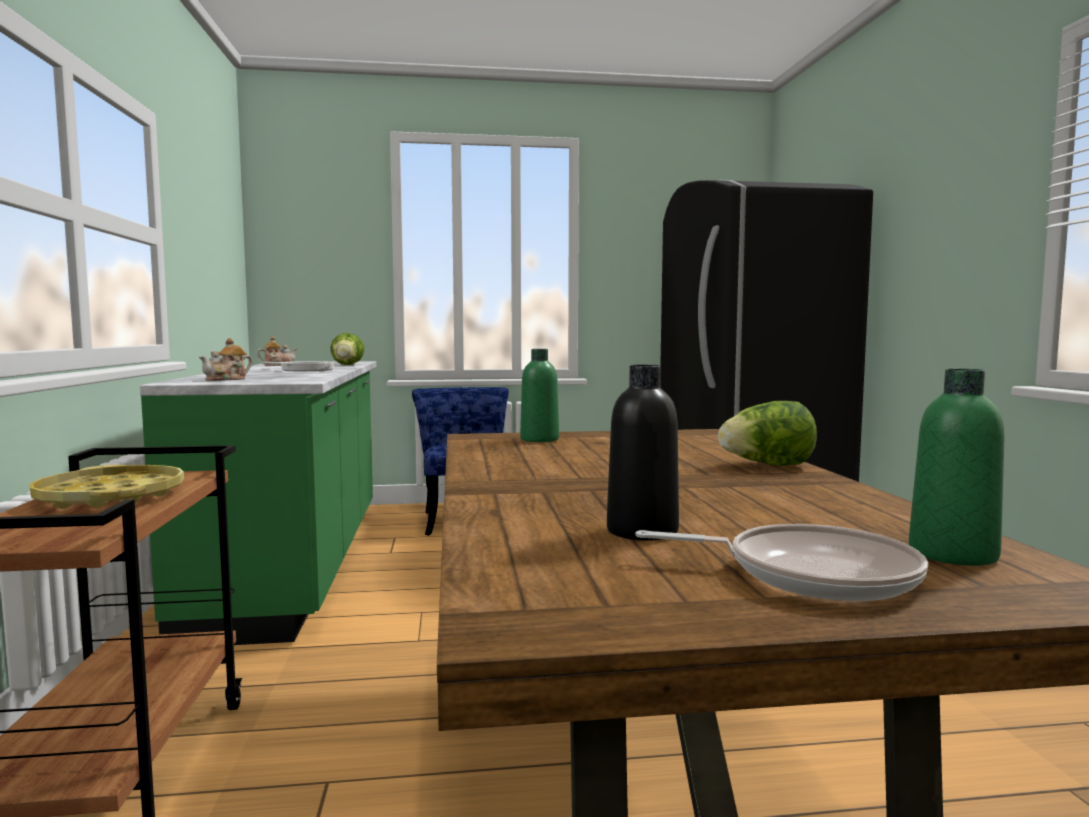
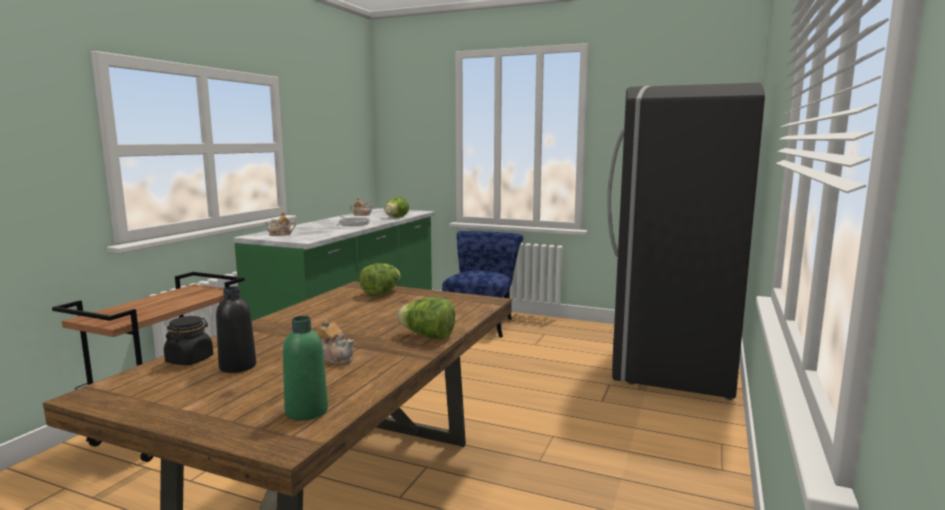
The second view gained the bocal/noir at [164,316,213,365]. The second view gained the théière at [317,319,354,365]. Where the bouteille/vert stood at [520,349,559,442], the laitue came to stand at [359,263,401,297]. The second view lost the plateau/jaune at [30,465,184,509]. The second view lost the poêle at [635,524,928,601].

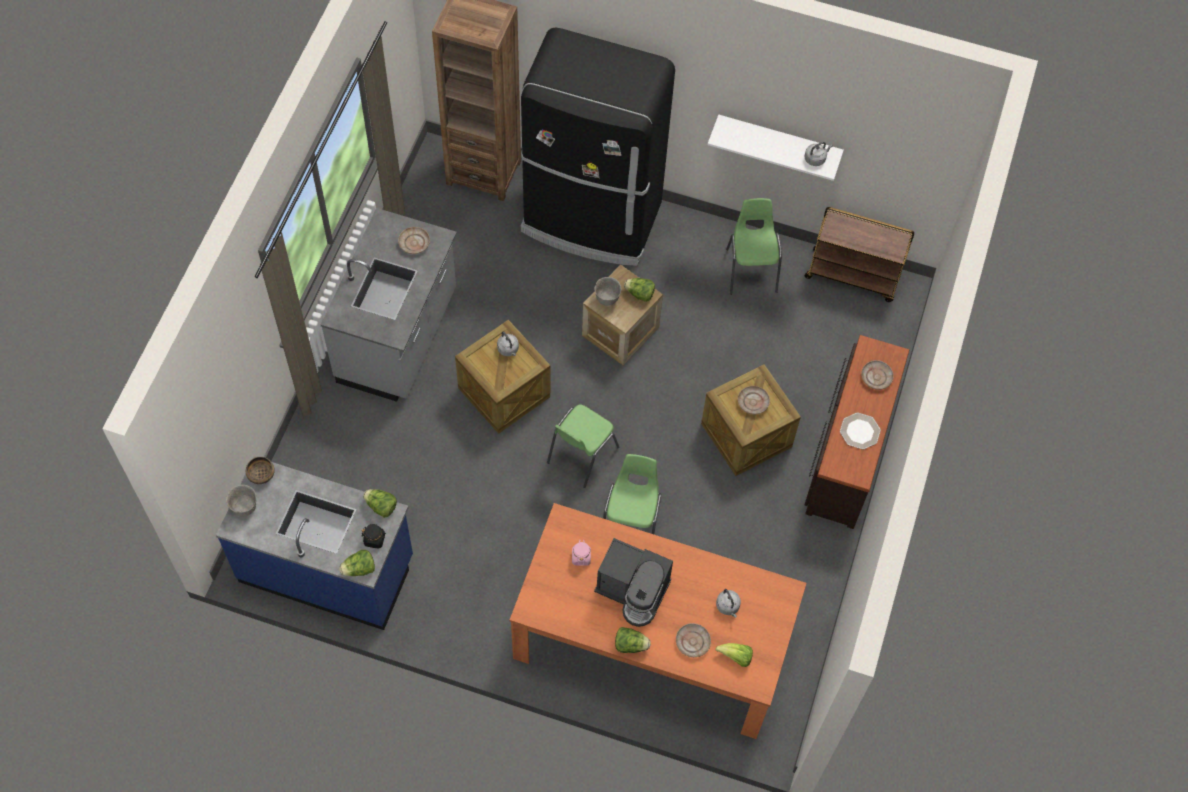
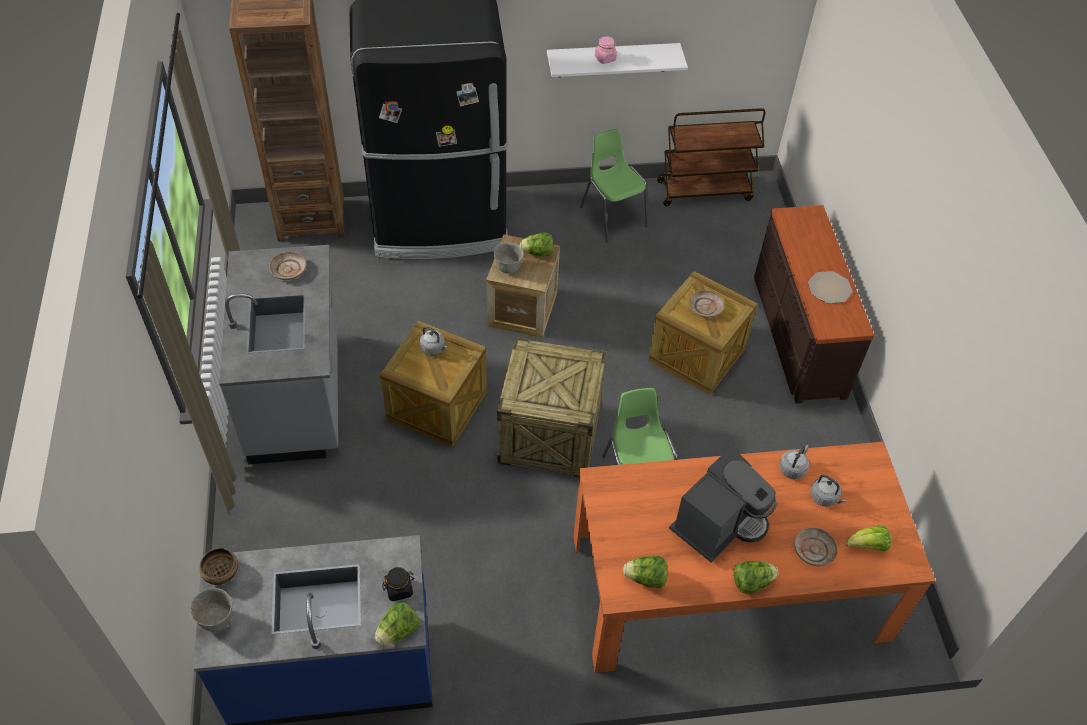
Where the chaise/vert stood at [547,404,620,488], the caisse came to stand at [497,337,607,477]. The bocal/rose ended up elsewhere, having gone from [572,540,591,566] to [595,36,617,64]. The laitue ended up elsewhere, having gone from [363,489,397,518] to [623,556,668,588]. The machine à café at [594,538,673,627] ended up facing another way, 45 degrees counterclockwise from before. The bouilloire/gris ended up elsewhere, having gone from [805,142,833,166] to [779,445,809,479]. The second view lost the assiette/beige at [861,360,894,390].

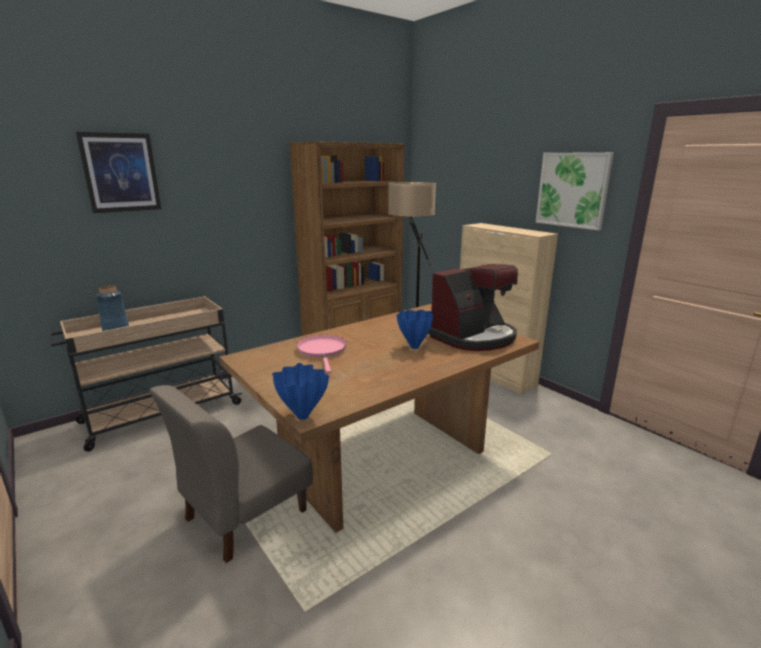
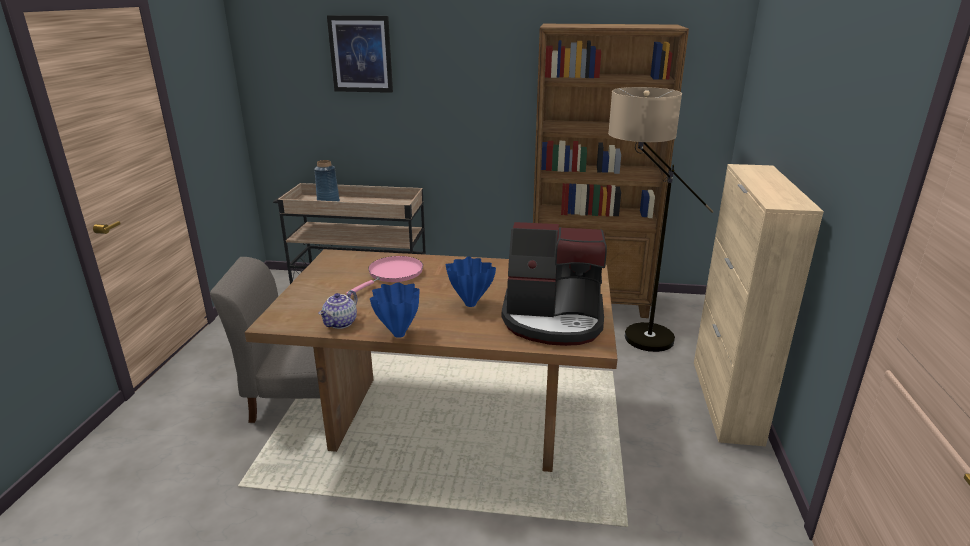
The second view gained the théière at [318,290,357,329]. The vase/bleu ended up elsewhere, having gone from [272,363,329,420] to [370,282,420,338]. The second view lost the tableau at [536,152,614,230].

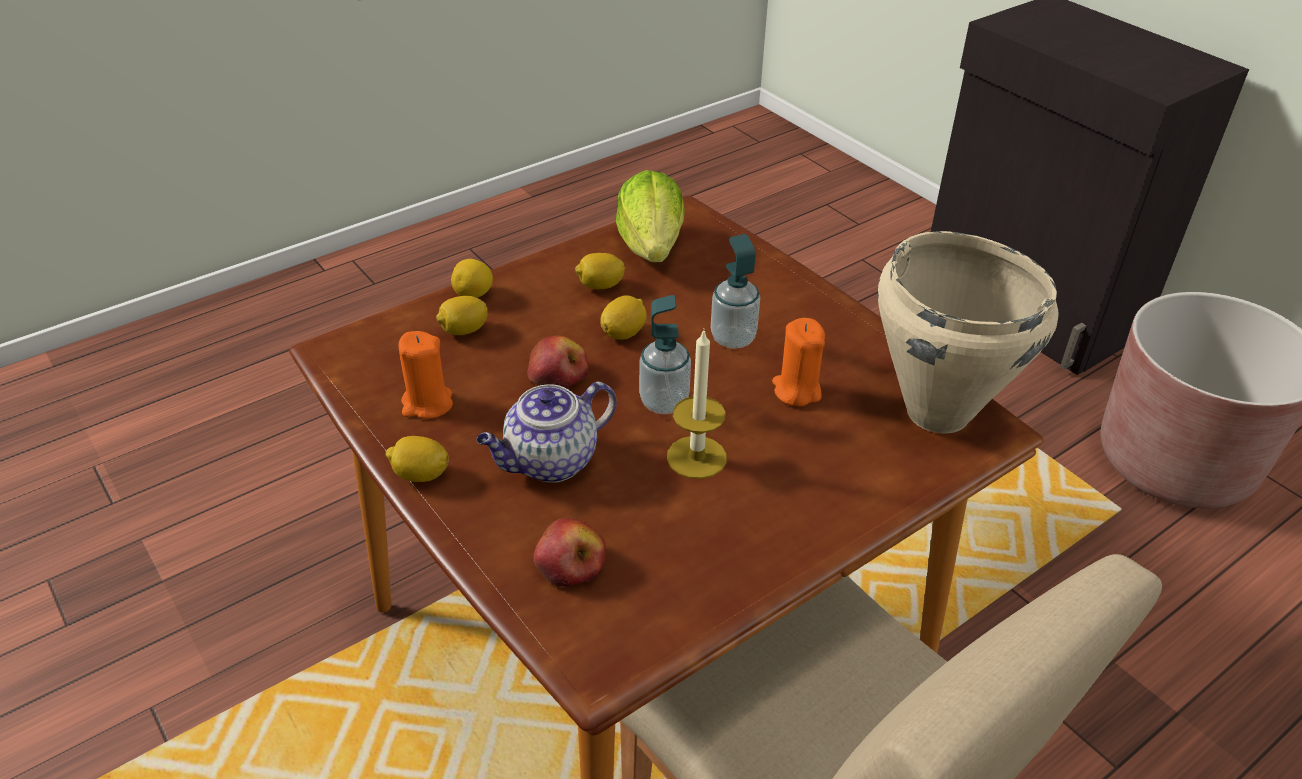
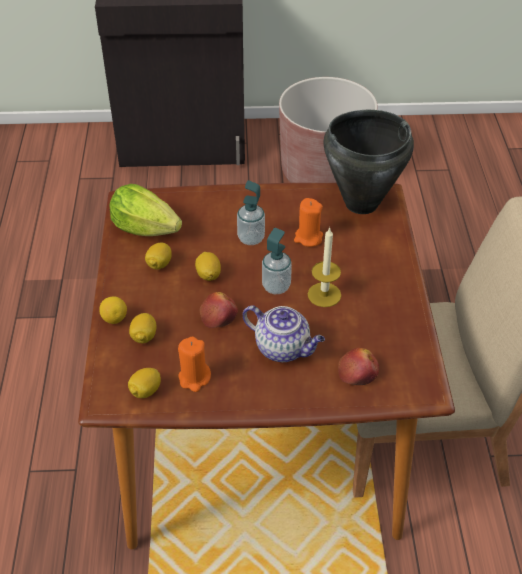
The citron ended up elsewhere, having gone from [385,436,449,482] to [128,368,161,398]. The théière at [476,382,617,483] ended up facing another way, 60 degrees counterclockwise from before. What was the marmite/beige at [878,231,1059,434] turned into the marmite/noir at [324,110,414,214].

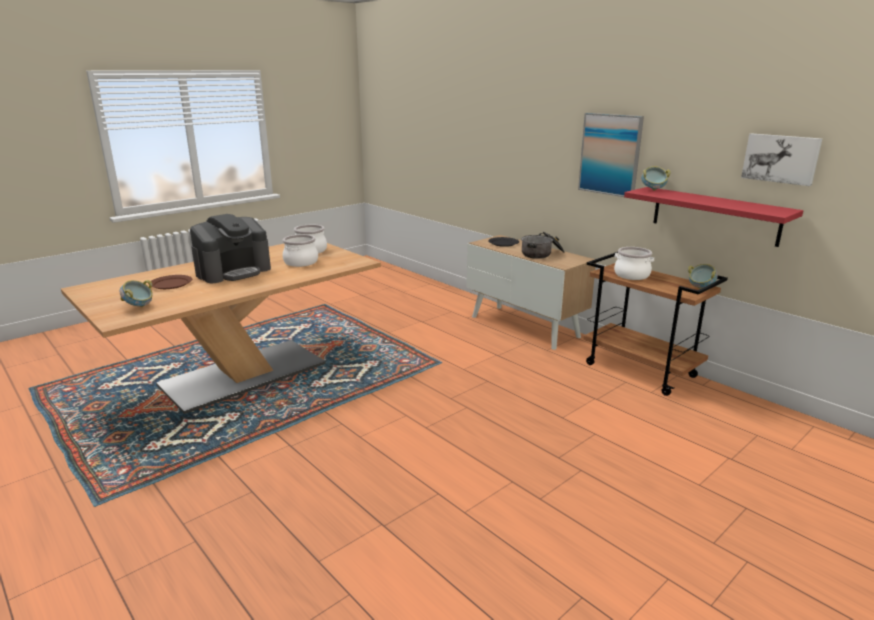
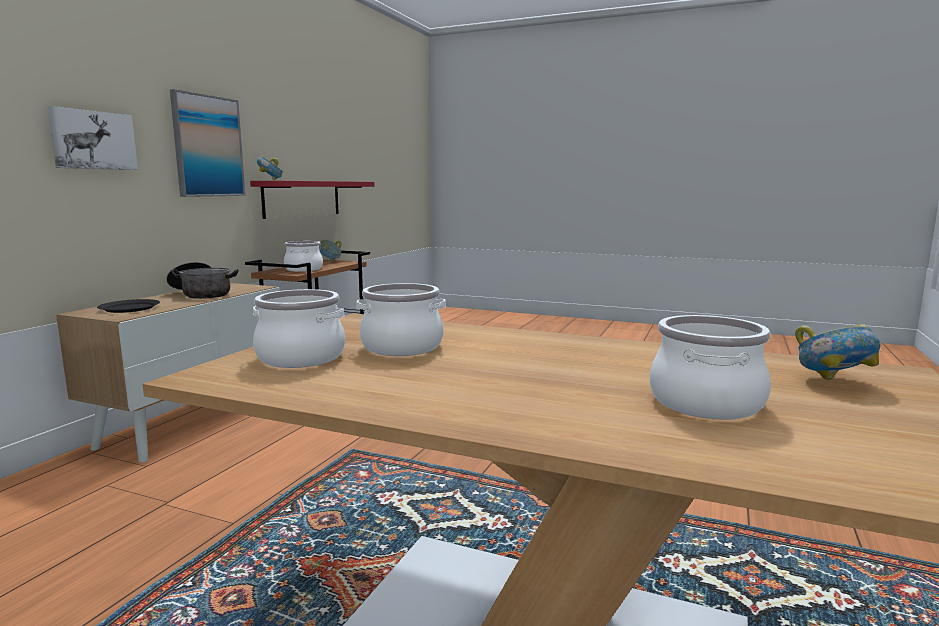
The tableau ended up elsewhere, having gone from [741,134,822,186] to [47,106,138,170]. Where the assiette/marron stood at [151,275,192,289], the marmite came to stand at [650,315,771,420]. The second view lost the machine à café at [190,214,271,283].

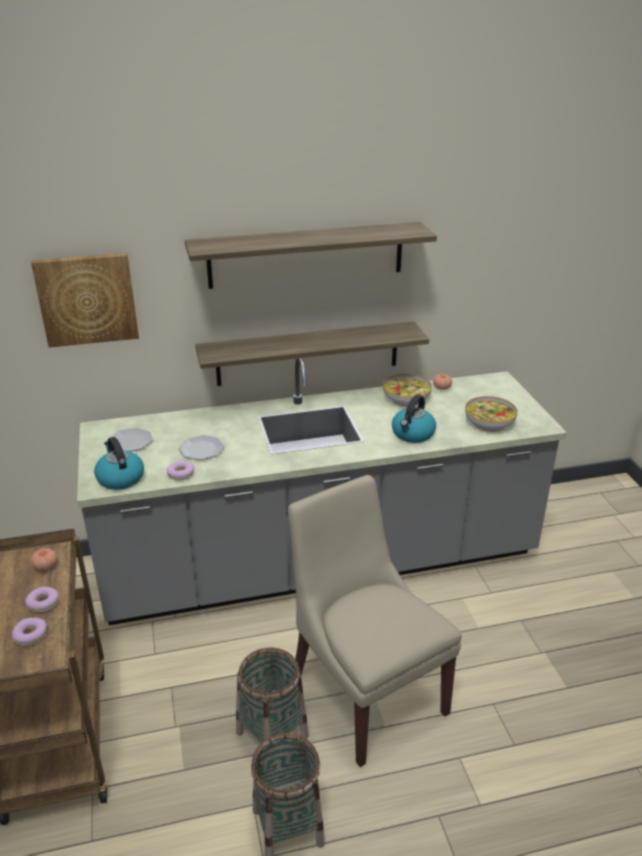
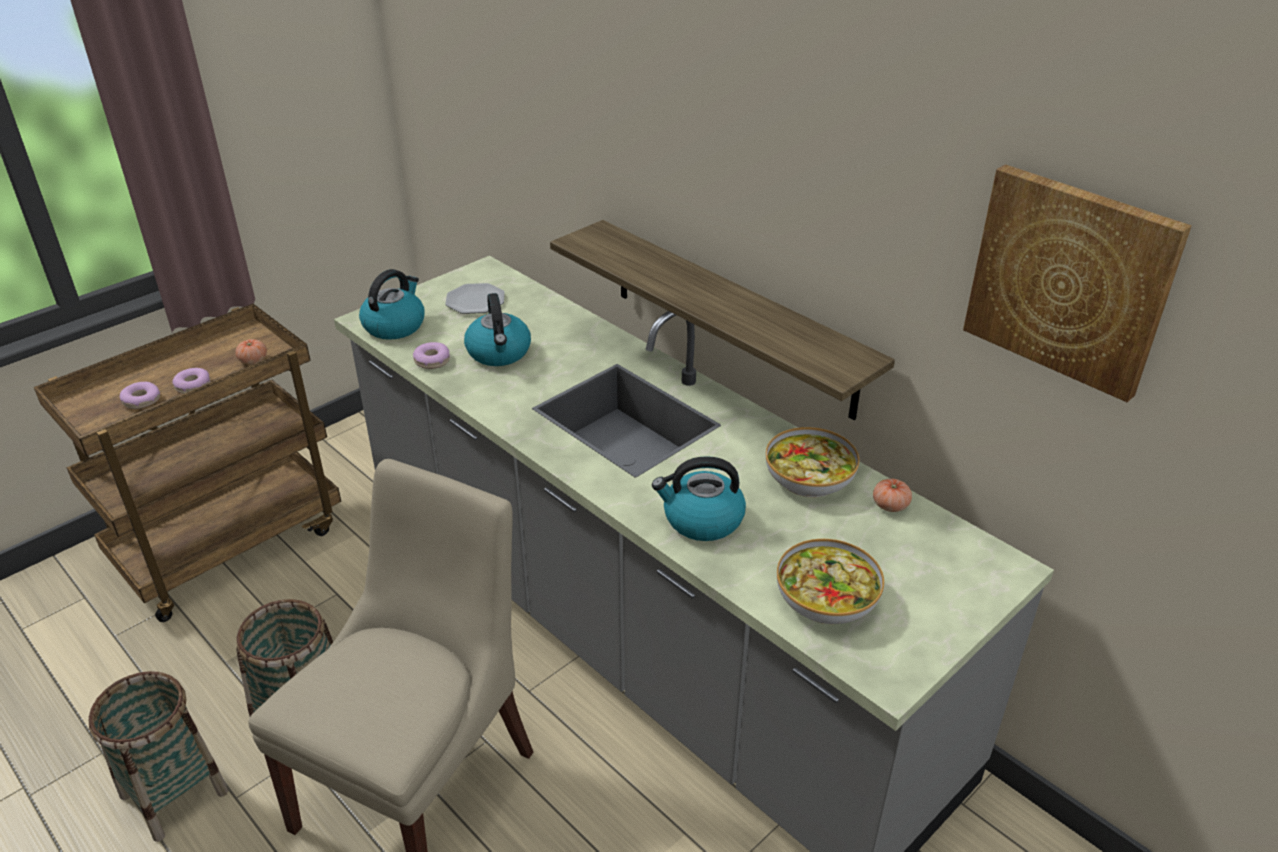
Where the assiette stood at [179,435,224,460], the bouilloire came to stand at [464,293,531,366]. The tableau ended up elsewhere, having gone from [31,253,139,347] to [963,164,1192,402]. The second view lost the étagère at [185,222,437,289].

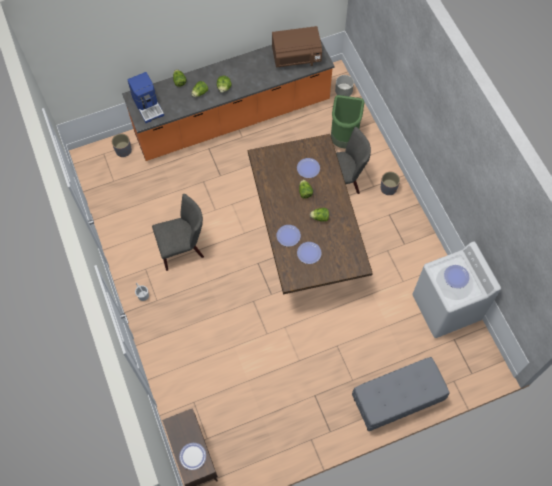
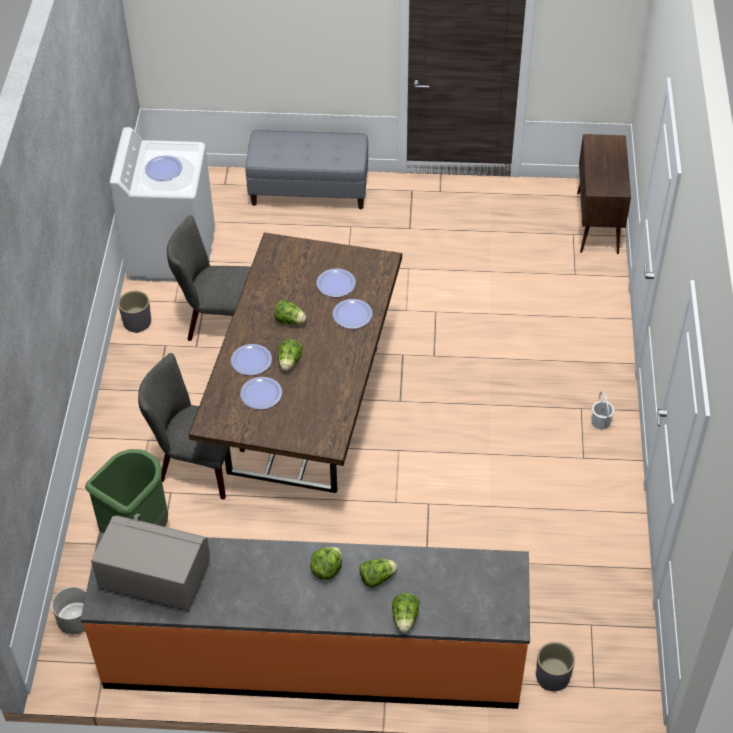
What was the micro-ondes/marron at [272,26,322,67] turned into the micro-ondes/gris at [91,513,210,611]. The cache-pot/gris ended up elsewhere, having gone from [380,172,400,195] to [118,291,151,333]. The chaise/gris ended up elsewhere, having gone from [152,194,204,271] to [167,215,251,341]. The assiette ended up elsewhere, having gone from [179,443,206,470] to [231,344,272,375]. The second view lost the machine à café at [127,72,164,123].

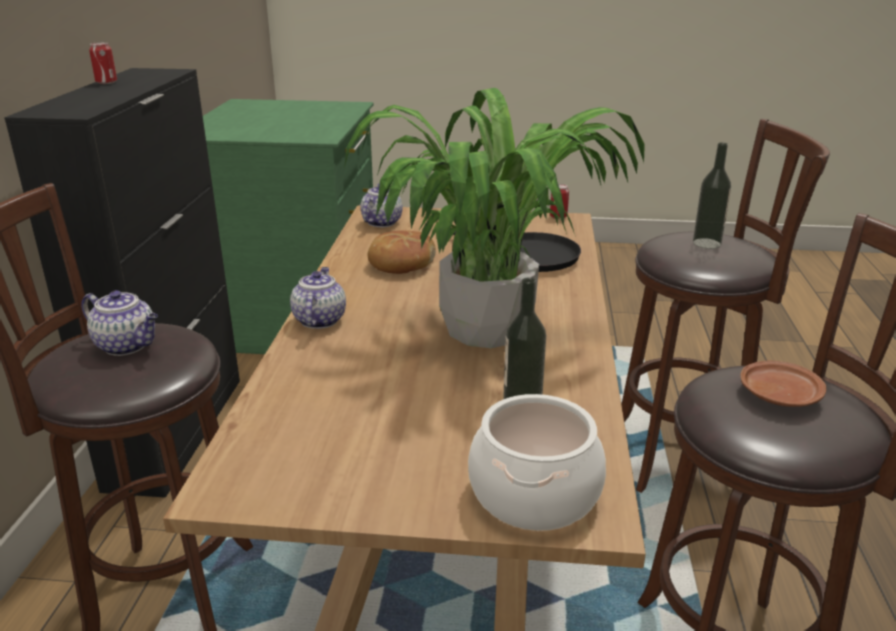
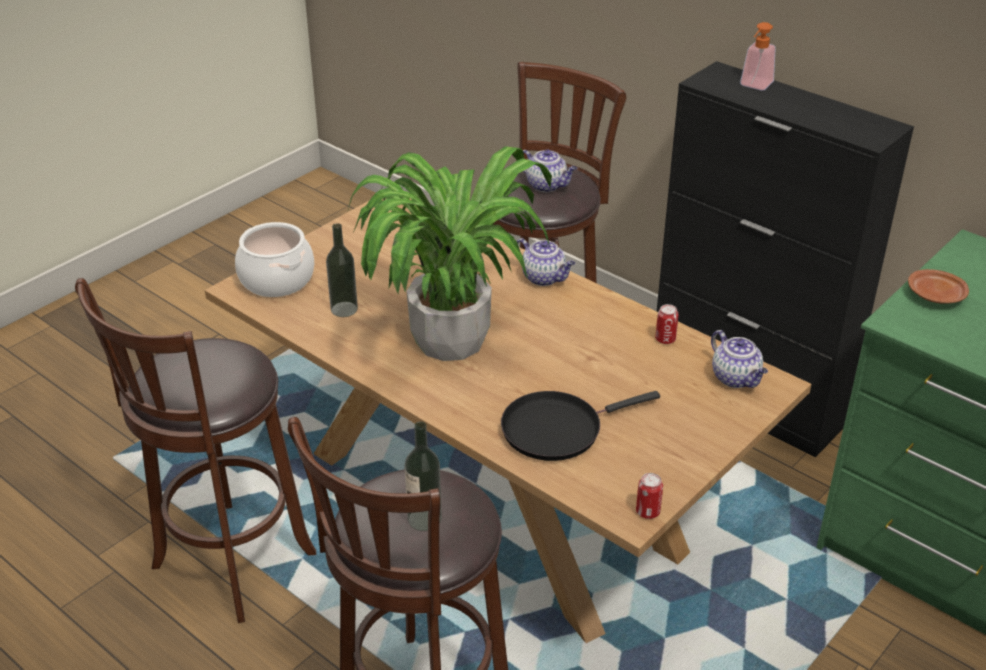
The théière at [81,290,158,356] ended up facing another way, 120 degrees counterclockwise from before. The boîte métallique ended up elsewhere, having gone from [89,42,117,84] to [655,304,679,344]. The second view gained the distributeur de savon at [740,22,776,90]. The assiette/marron ended up elsewhere, having gone from [741,361,826,407] to [908,269,969,304]. The second view lost the pain at [368,230,436,274].

